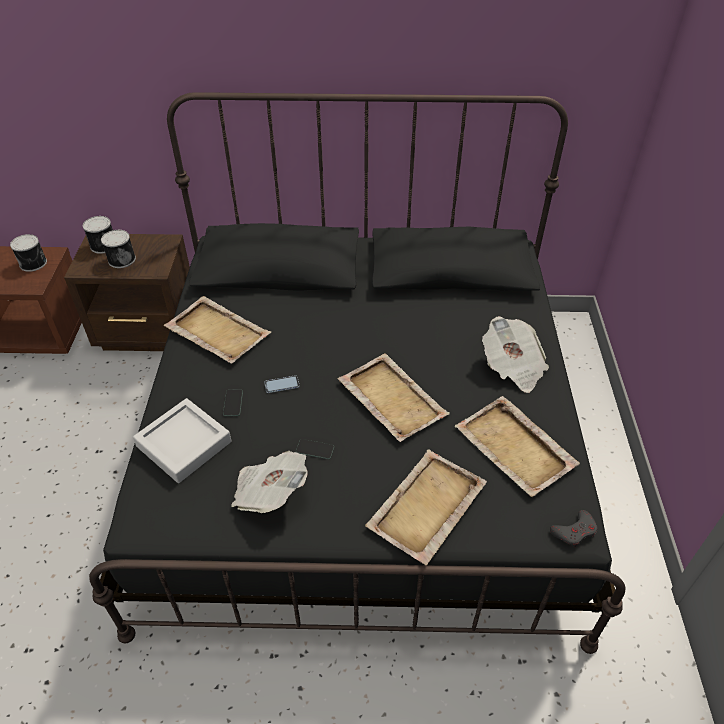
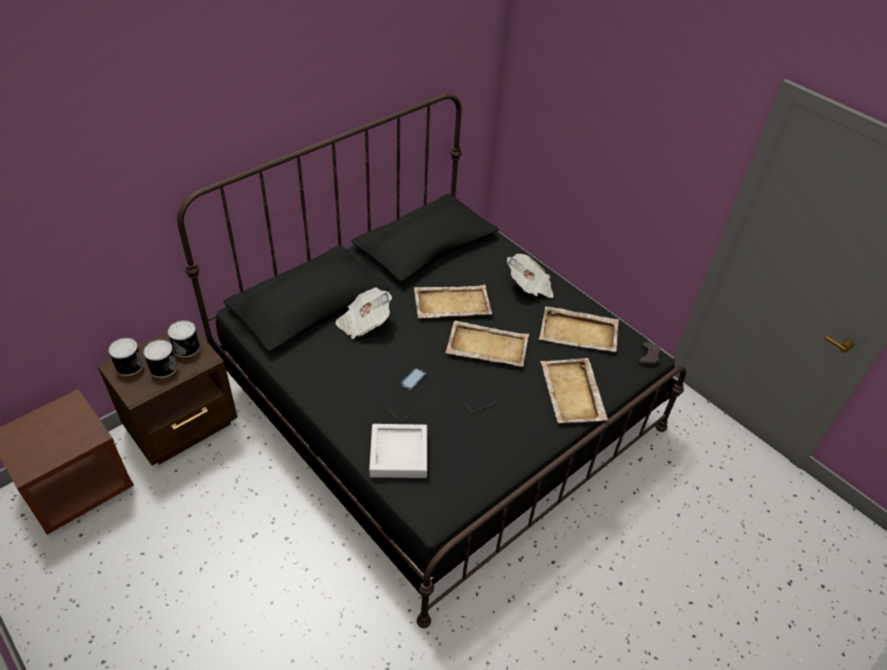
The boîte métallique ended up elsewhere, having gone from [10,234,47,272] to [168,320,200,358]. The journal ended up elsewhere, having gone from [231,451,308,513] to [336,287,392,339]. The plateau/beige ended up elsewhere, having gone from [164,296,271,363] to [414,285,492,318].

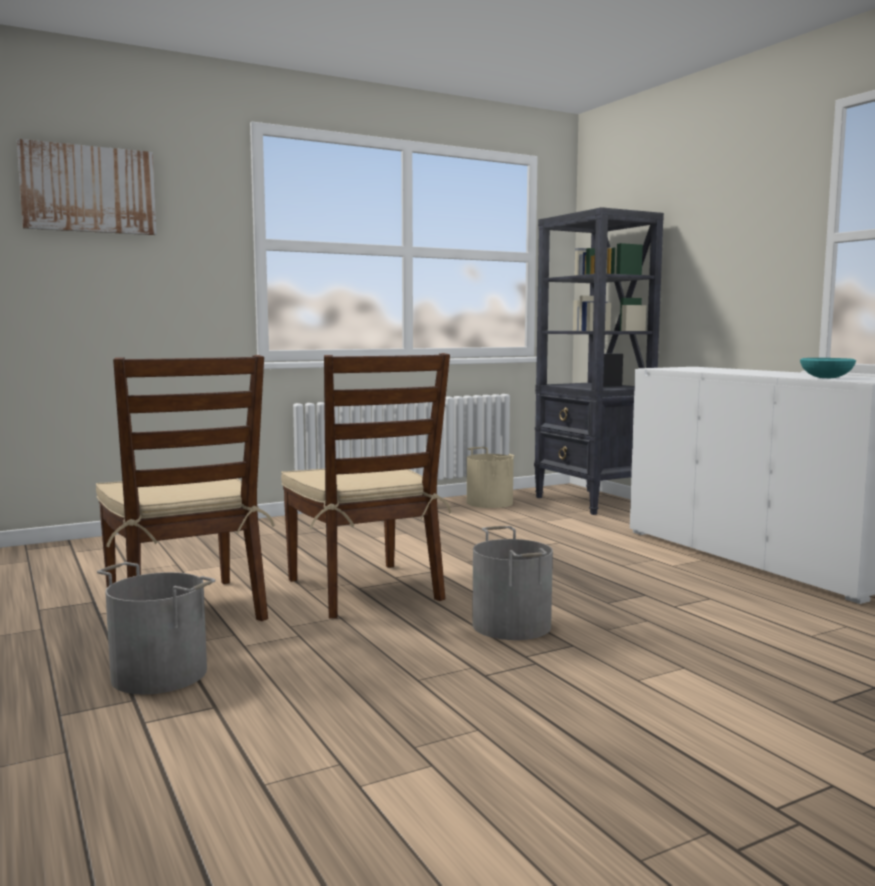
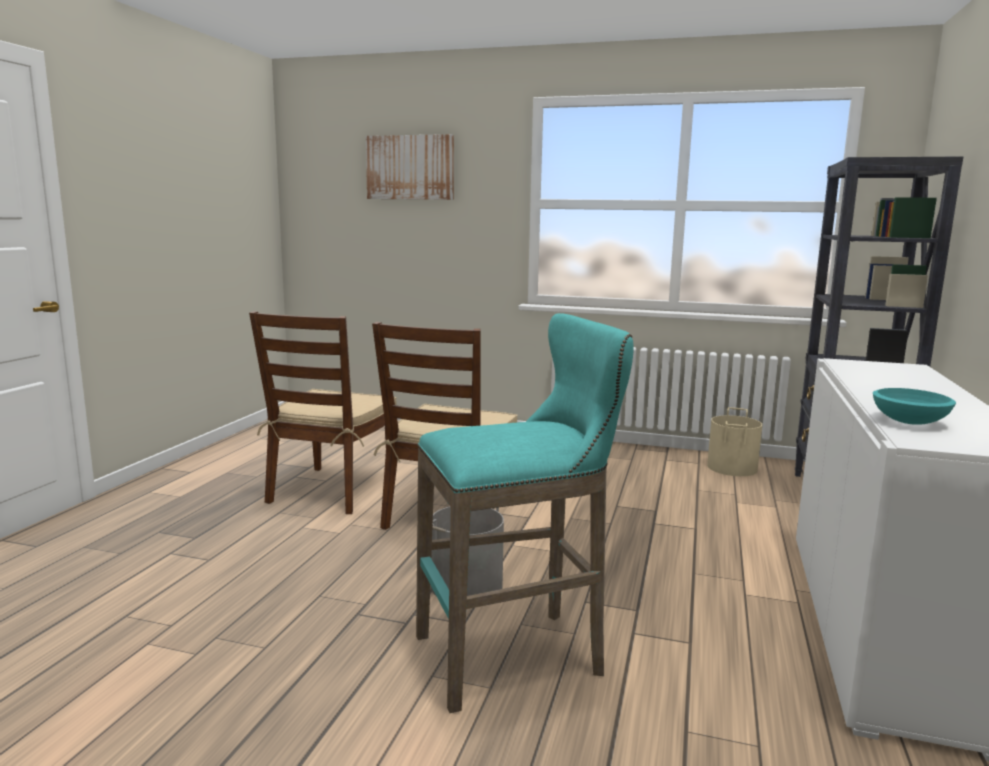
The second view gained the tabouret/turquoise at [416,313,634,713]. The second view lost the seau/gris at [97,562,216,694].

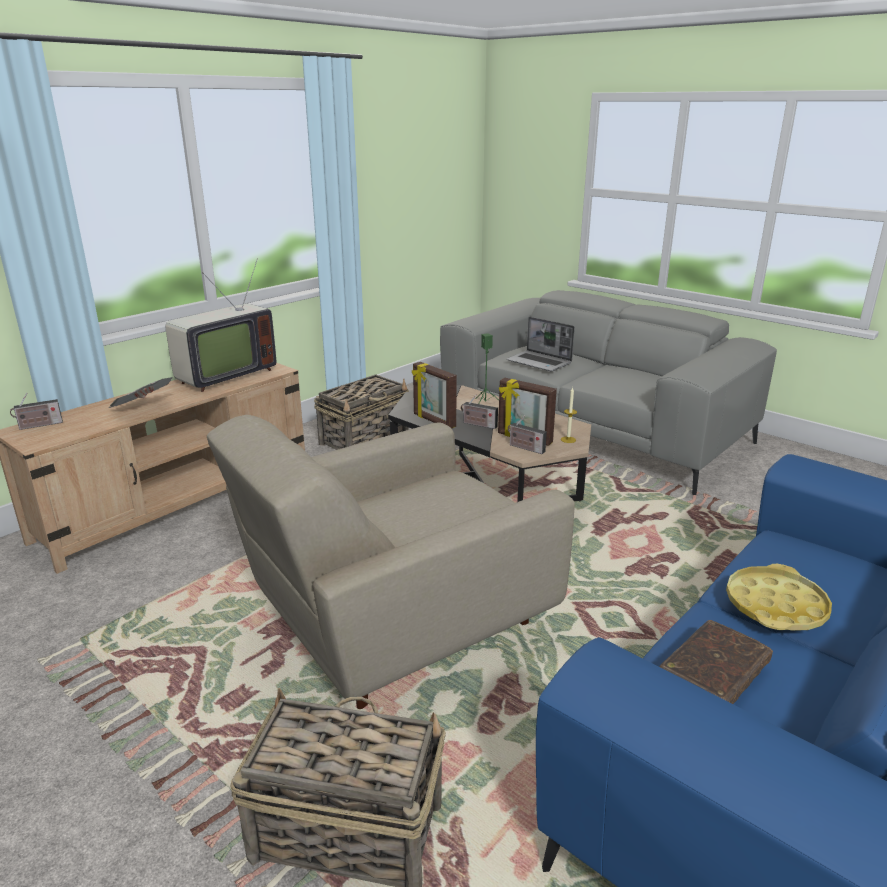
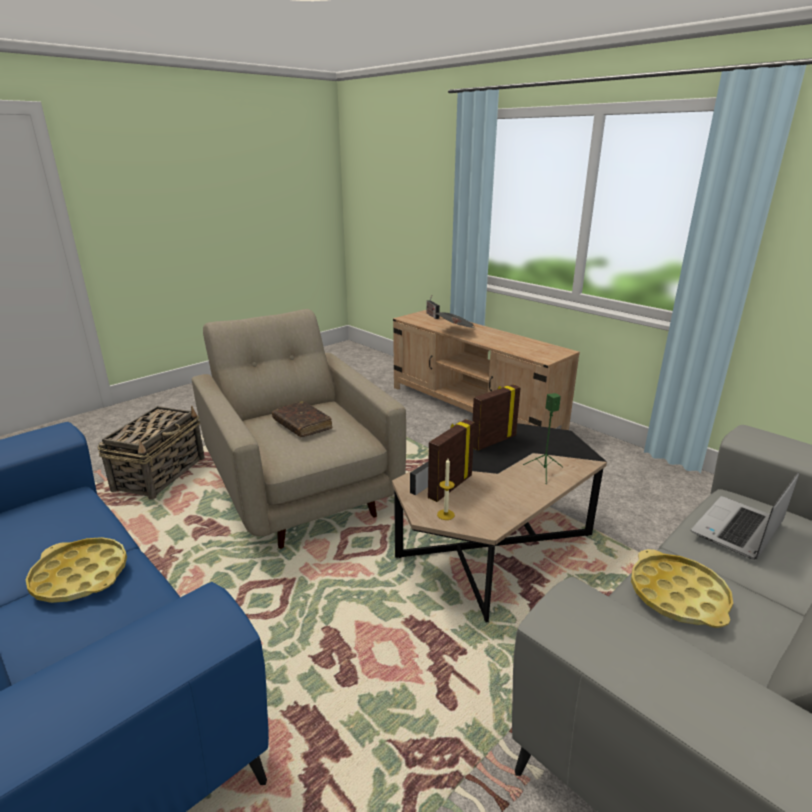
The livre/marron ended up elsewhere, having gone from [659,620,773,704] to [272,401,332,437]. The second view gained the plateau/jaune at [631,549,733,628]. The second view lost the téléviseur at [165,260,276,392]. The second view lost the panier at [314,374,409,450]. The second view lost the radio at [461,394,498,429].

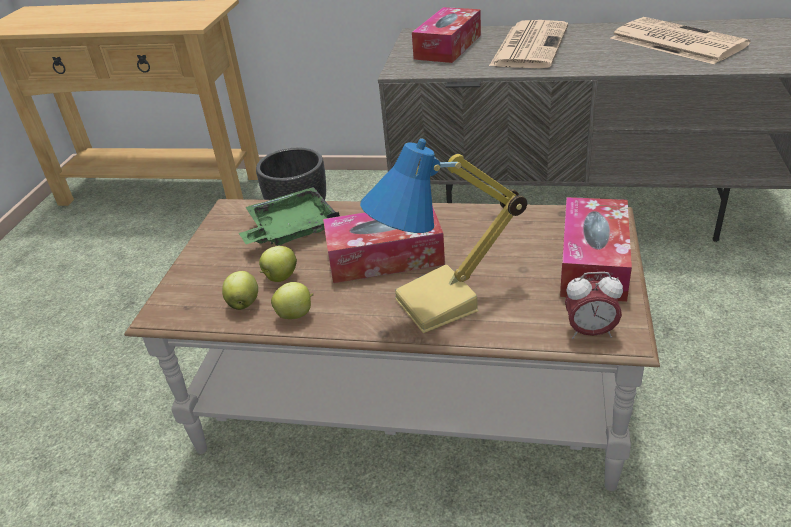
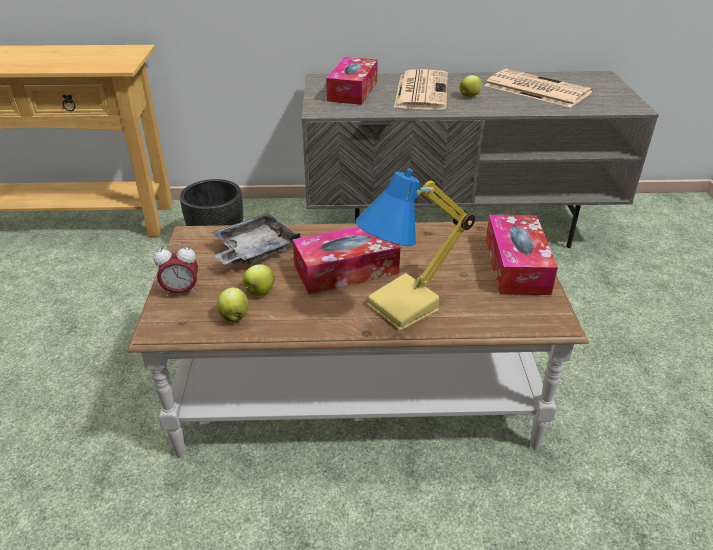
The réveil ended up elsewhere, having gone from [565,272,623,339] to [154,243,198,297]. What was the plateau/vert at [239,187,340,246] turned into the plateau/gris at [212,213,300,265]. The pomme ended up elsewhere, having gone from [271,282,314,319] to [460,75,482,97].

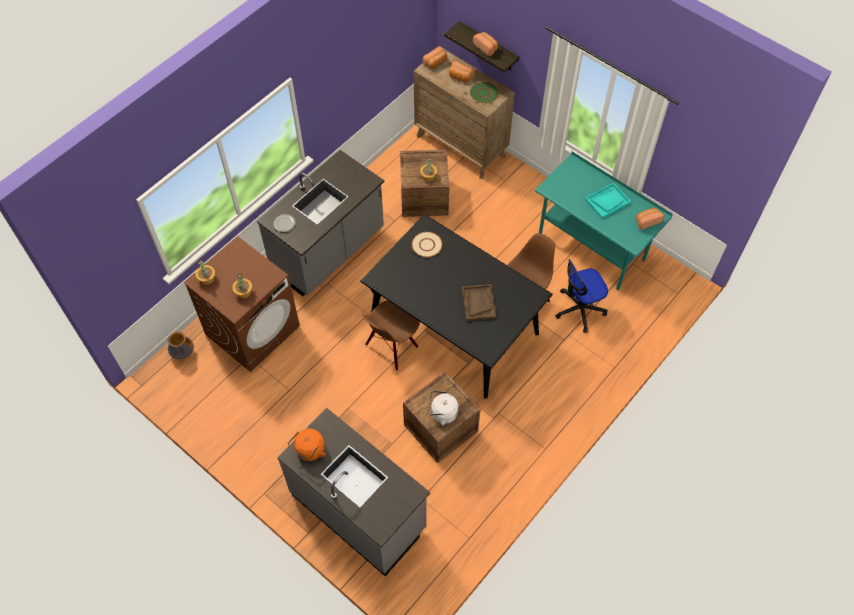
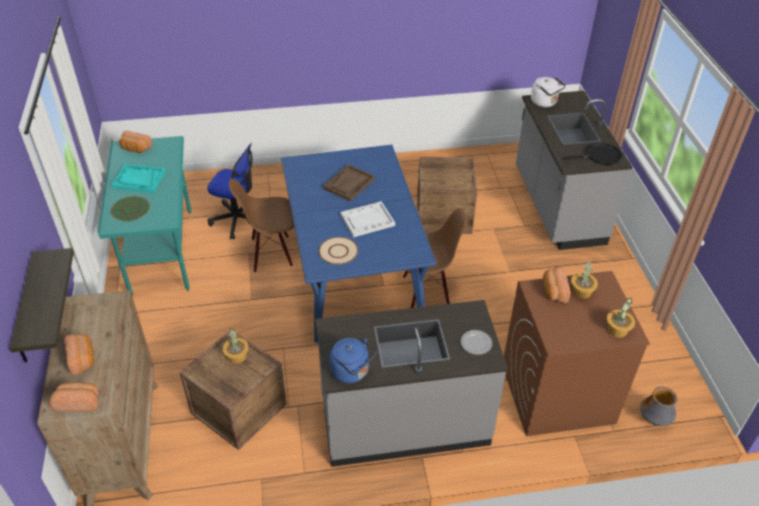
The assiette/vert ended up elsewhere, having gone from [470,82,499,104] to [111,196,150,221]. What was the table à manger/noir at [360,214,553,399] turned into the table à manger/bleu at [281,145,437,343]. The second view gained the bouilloire/bleu at [330,338,377,383]. The second view gained the plateau/blanc at [340,201,395,237]. The bouilloire/blanc ended up elsewhere, having gone from [428,391,459,426] to [531,77,566,107]. The pain ended up elsewhere, having gone from [473,32,498,56] to [543,267,570,303]. Where the bouilloire/orange stood at [288,428,326,461], the poêle/noir came to stand at [564,143,622,165].

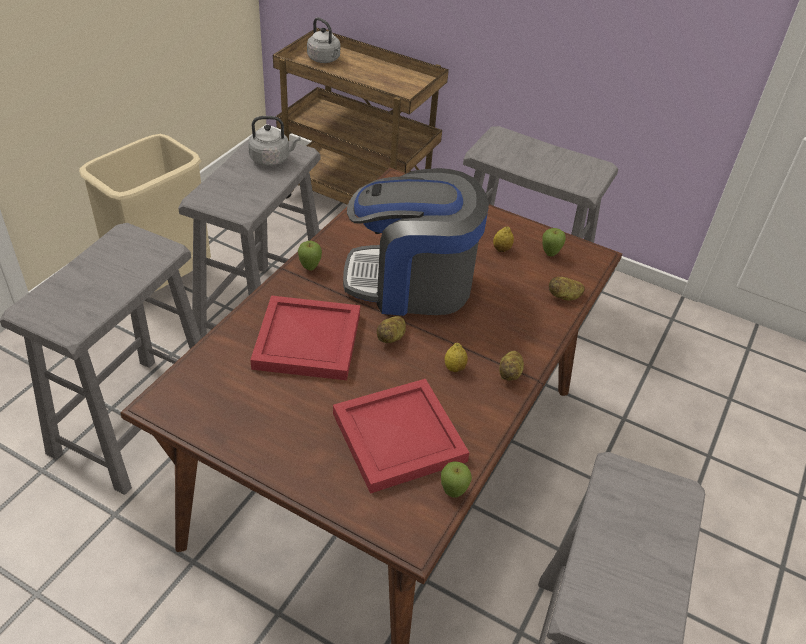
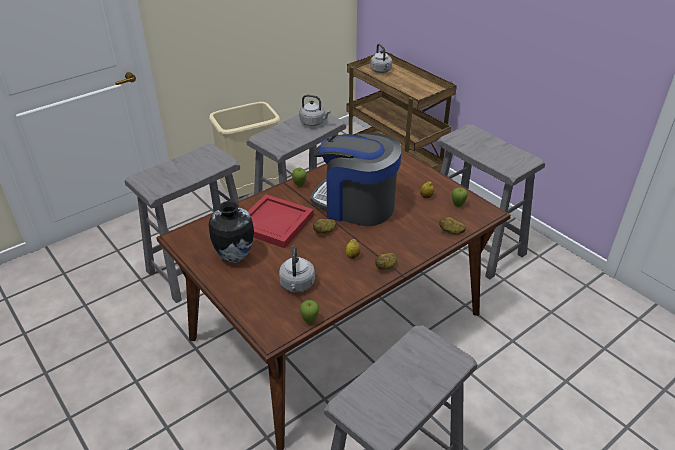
The second view gained the vase at [209,201,254,263]. Where the plateau/rouge stood at [333,379,469,494], the bouilloire/gris came to stand at [279,245,315,292].

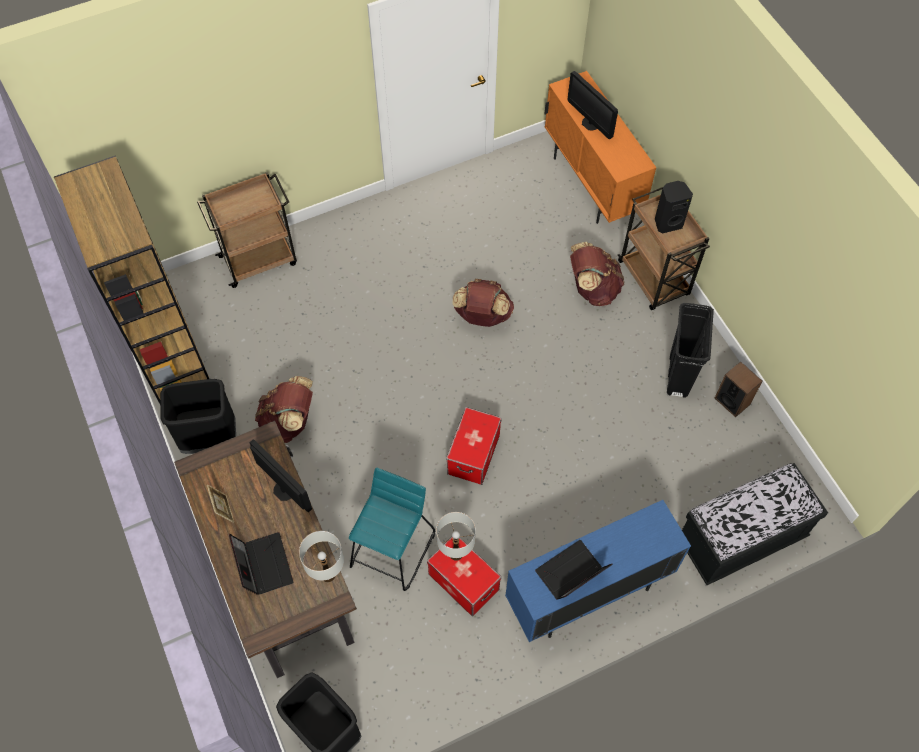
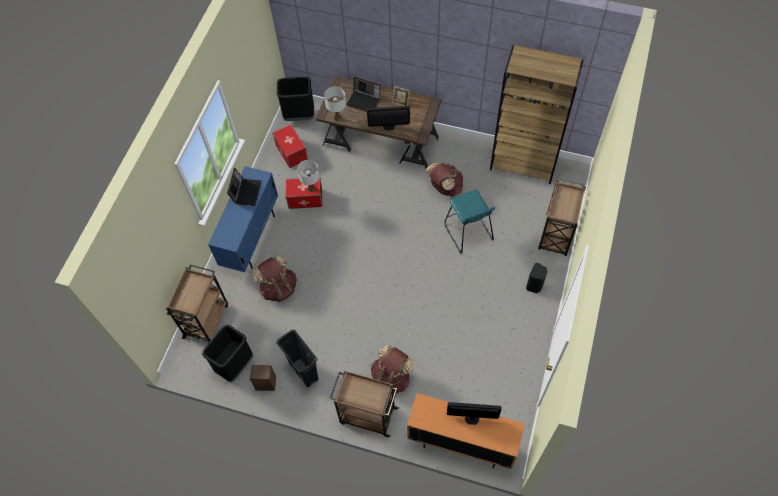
Where the banc/noir stood at [682,463,828,585], the chariot/marron came to stand at [166,265,228,343]. The poubelle/noir ended up elsewhere, having gone from [160,379,236,454] to [202,325,253,382]. The sac à dos/marron ended up elsewhere, having gone from [453,279,514,327] to [252,255,297,302]. The boîte de rangement ended up elsewhere, having gone from [446,407,502,485] to [272,124,308,168]. The tabouret/turquoise ended up elsewhere, having gone from [349,468,435,591] to [444,189,495,254]. The enceinte/noir ended up elsewhere, having gone from [655,181,693,233] to [526,263,548,293].

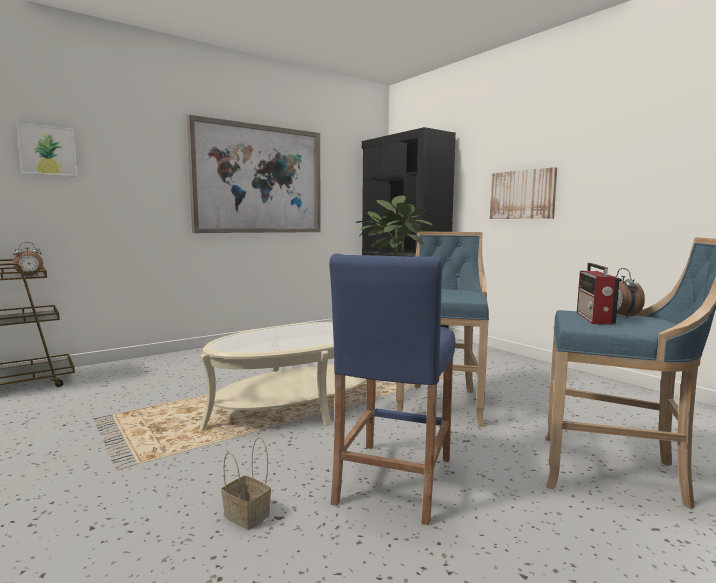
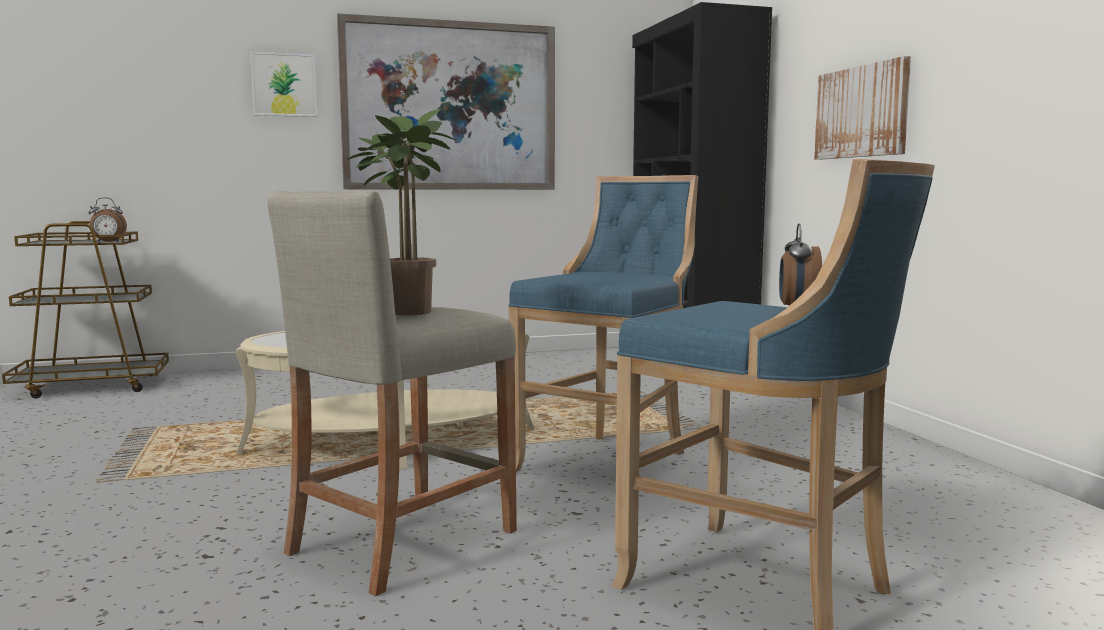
The tableau ended up elsewhere, having gone from [17,123,78,177] to [250,52,317,117]. What was the tabouret/bleu at [329,254,456,525] turned into the tabouret/beige at [268,190,517,596]. The second view lost the panier at [221,437,271,530]. The second view lost the radio at [577,263,620,325].

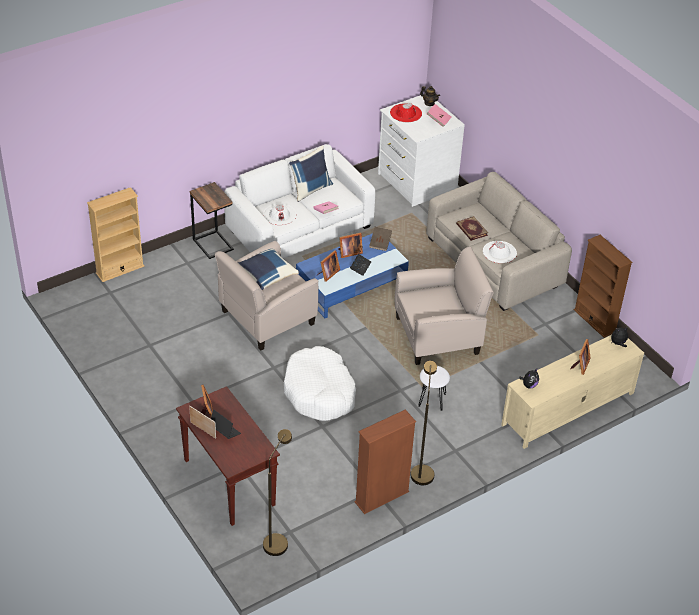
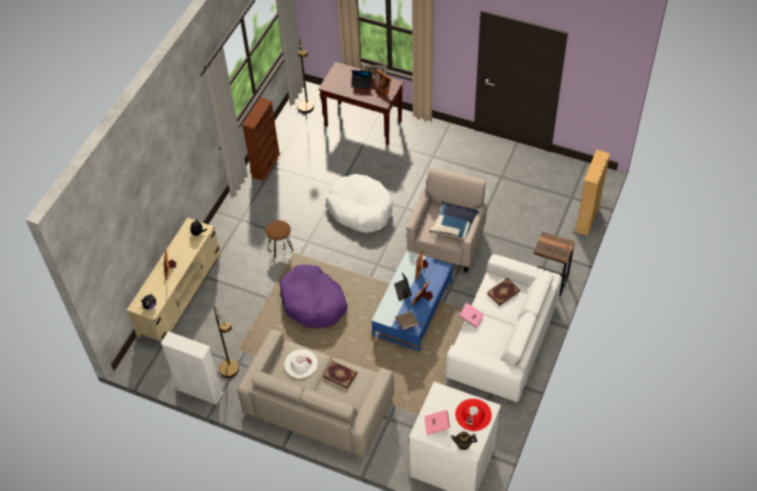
What was the bibliothèque/marron at [574,235,633,338] turned into the bibliothèque/blanc at [161,331,223,405]. The lampadaire/marron ended up elsewhere, having gone from [411,361,437,485] to [213,305,239,378]. What was the tabouret/blanc at [418,366,450,411] turned into the tabouret/marron at [266,220,293,258]. Where the fauteuil/beige stood at [395,247,494,365], the panier pour chien/violet came to stand at [280,264,347,328]. Where the chapeau/blanc stood at [263,204,296,225], the livre came to stand at [487,278,520,306]. The second view lost the coussin/bleu at [289,145,333,202].

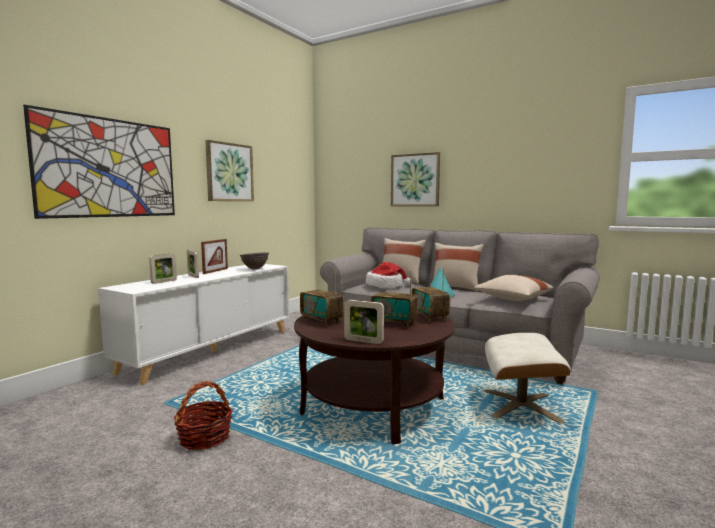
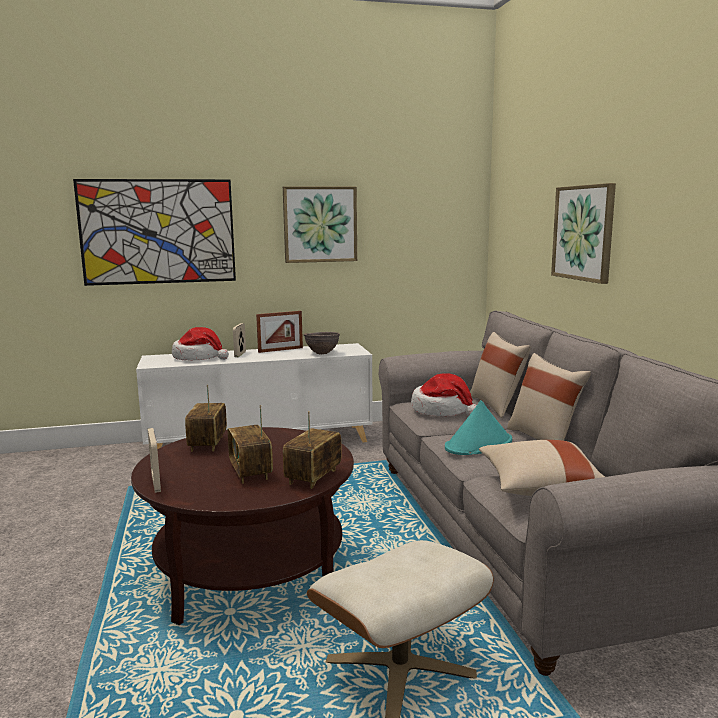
Where the cadre photo stood at [149,254,177,284], the chapeau came to stand at [172,327,229,361]. The second view lost the panier at [173,381,233,450].

